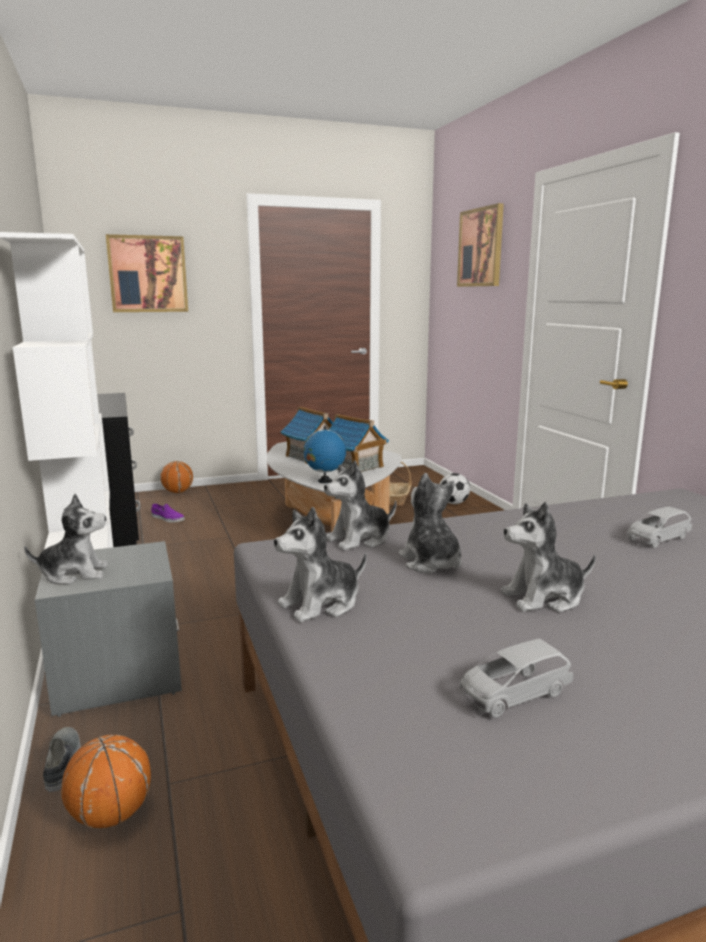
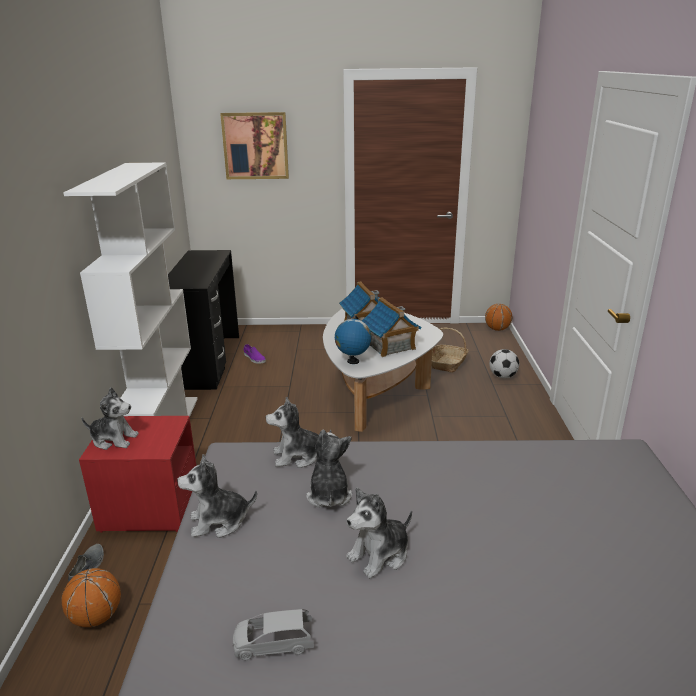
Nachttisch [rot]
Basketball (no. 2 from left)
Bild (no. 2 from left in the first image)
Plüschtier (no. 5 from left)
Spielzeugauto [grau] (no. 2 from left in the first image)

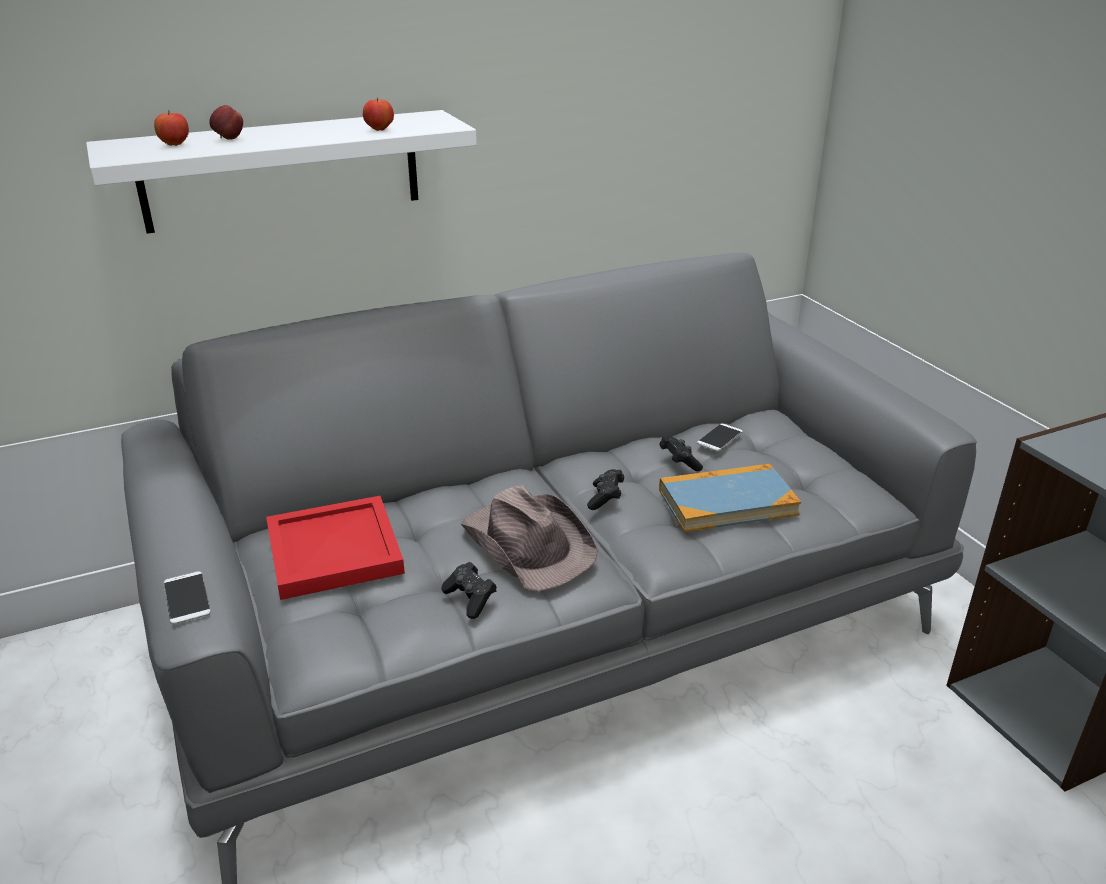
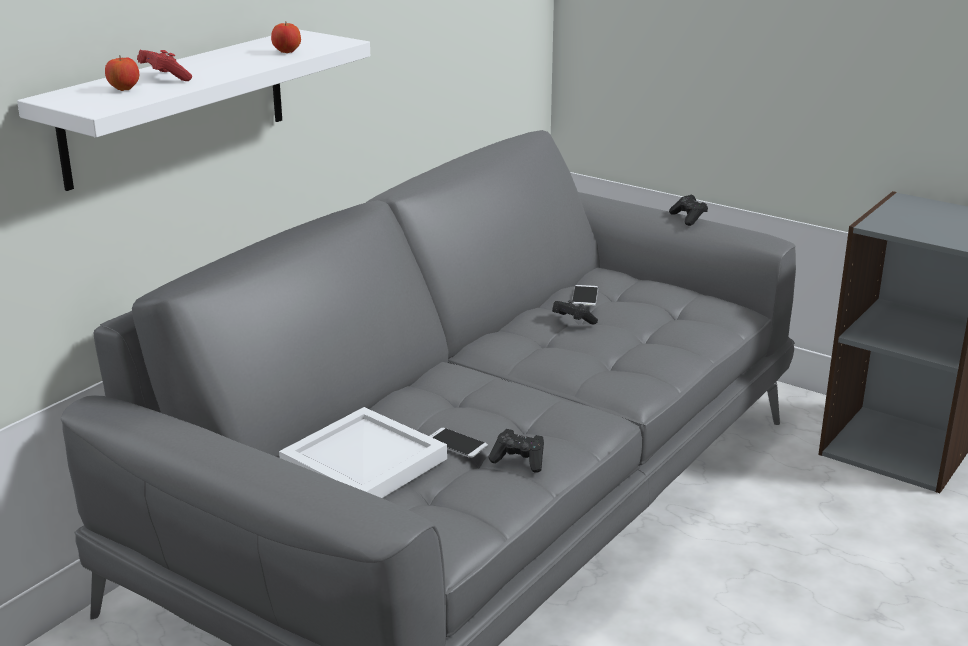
Handy (no. 1 from left)
Gamepad [rot]
Tablett [weiß]
Hut [braun]
Gamepad [schwarz] (no. 3 from left)
Buch

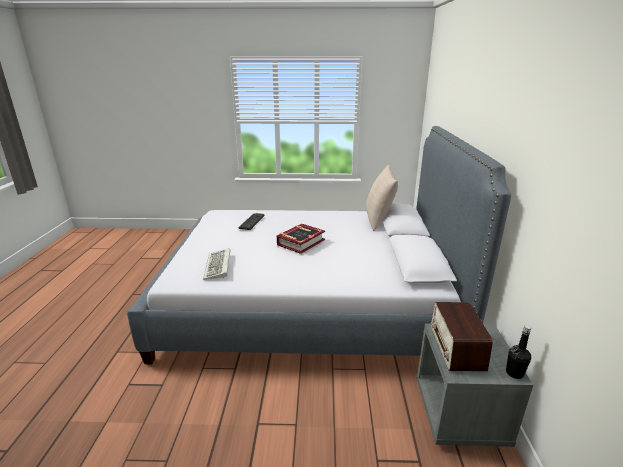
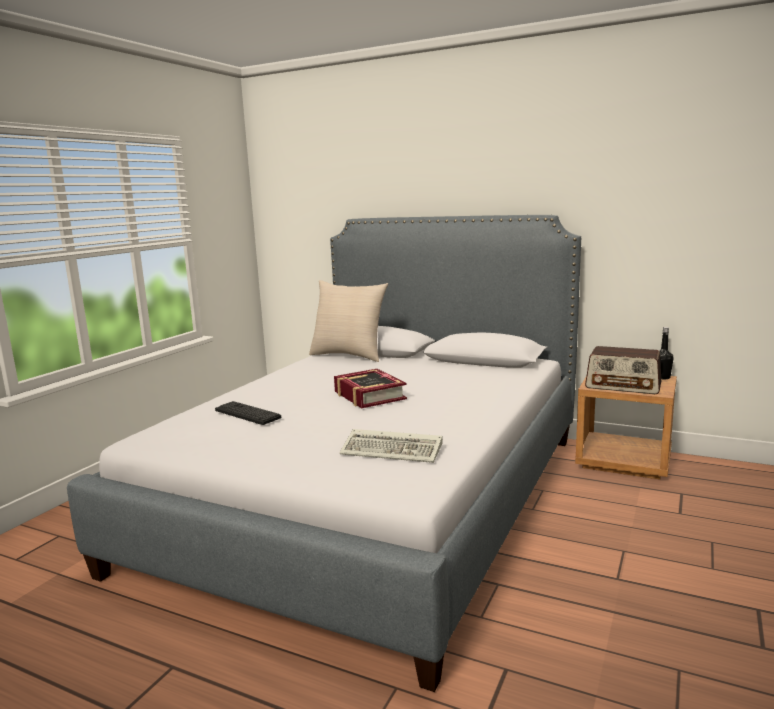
Nachttisch [braun]

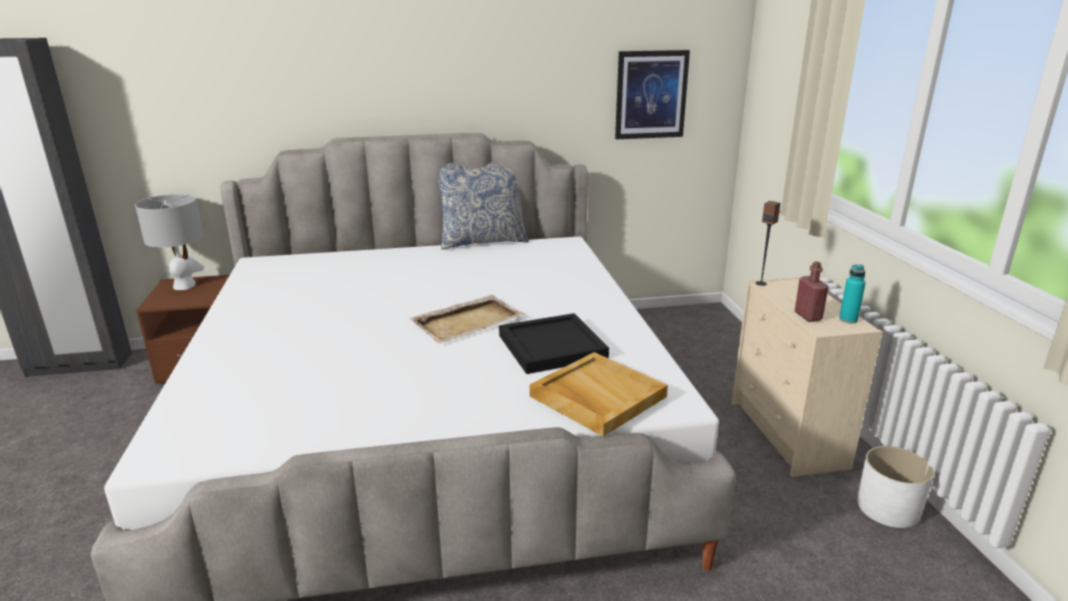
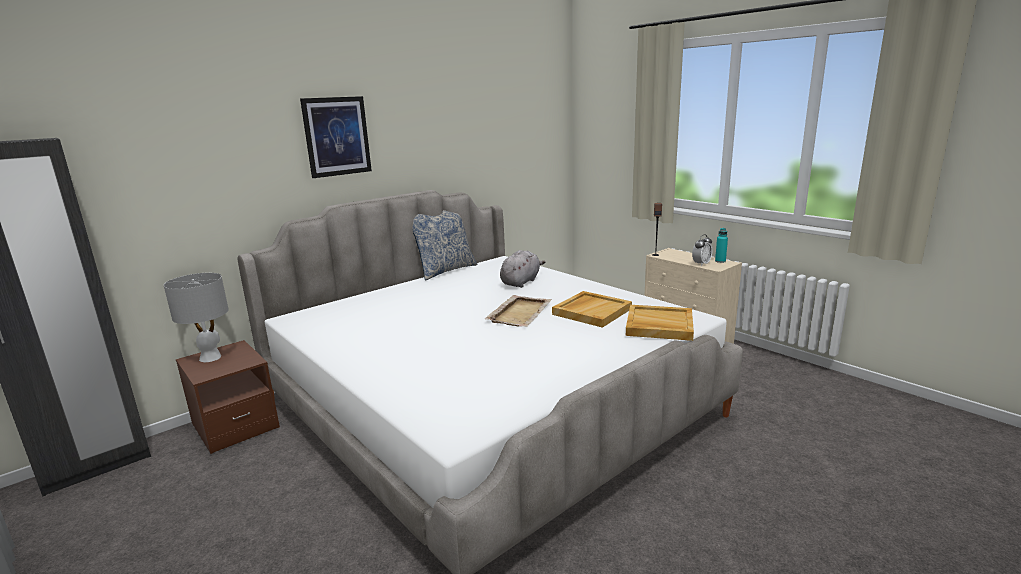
Tablett [beige] (no. 2 from left)
Bild
Wecker
Pflanzkübel [weiß]
Plüschtier [grau]

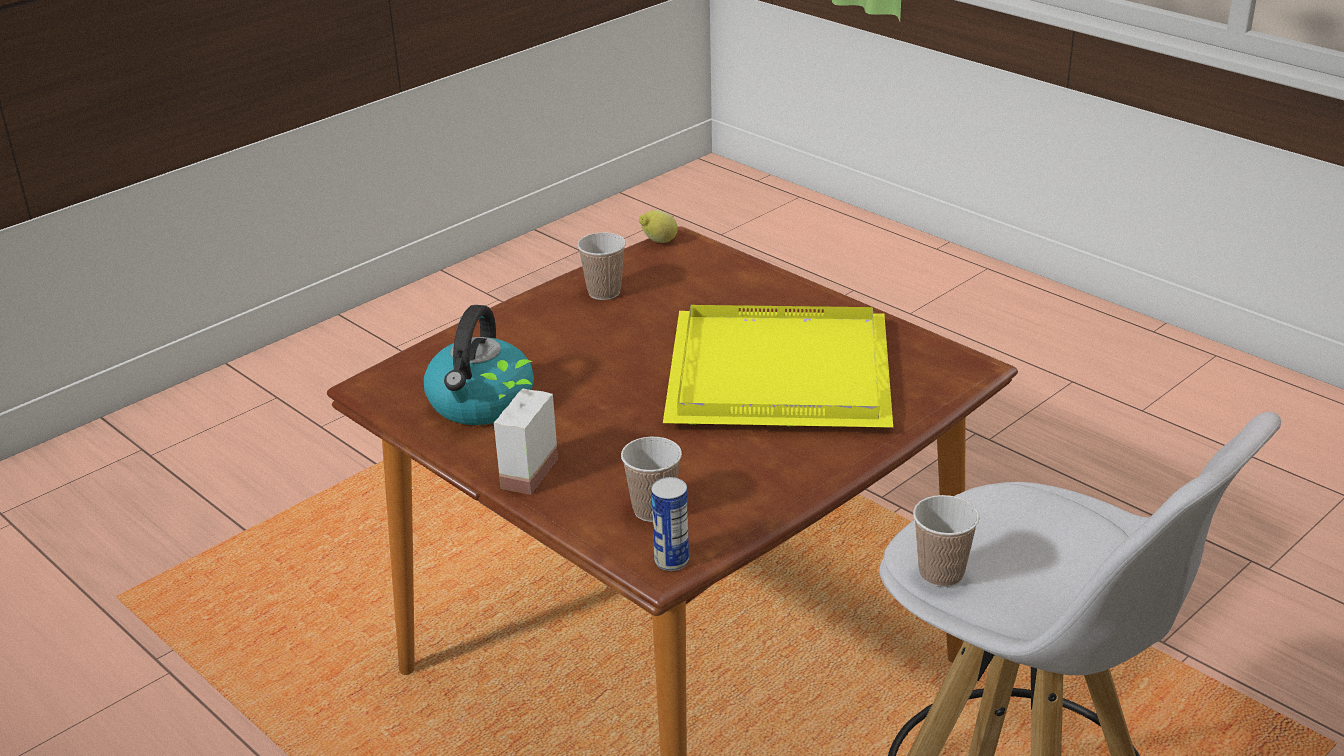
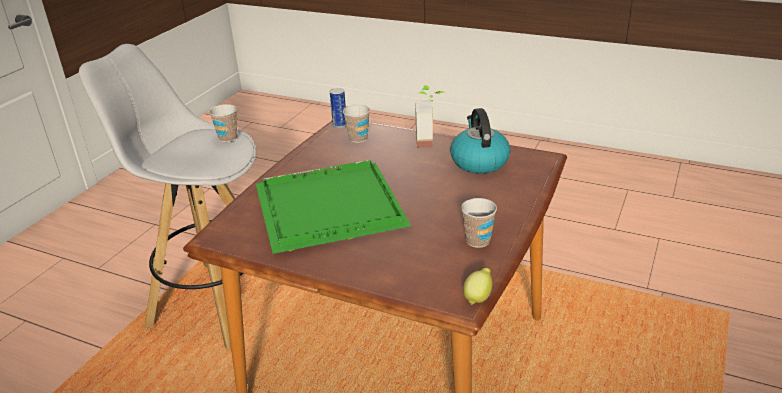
Tablett [grün]

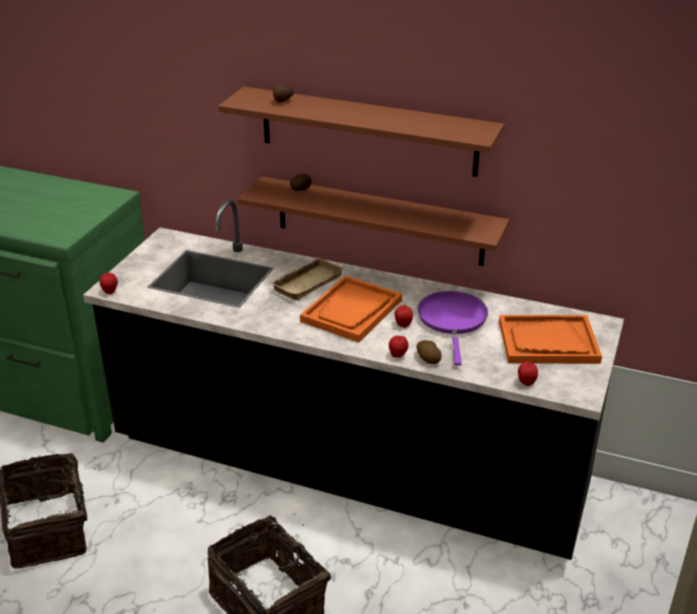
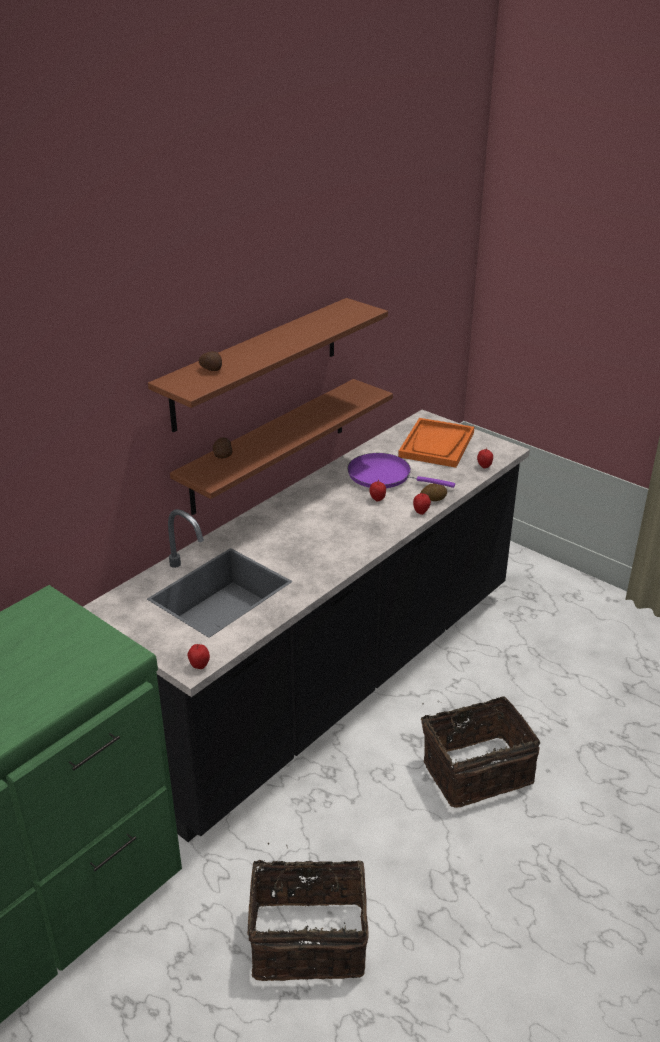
Tablett [beige]
Tablett [orange] (no. 1 from left in the first image)

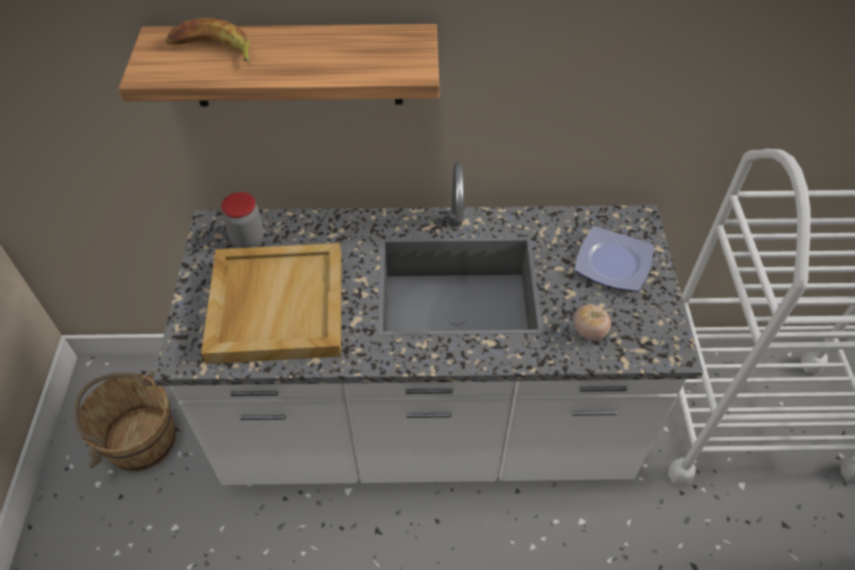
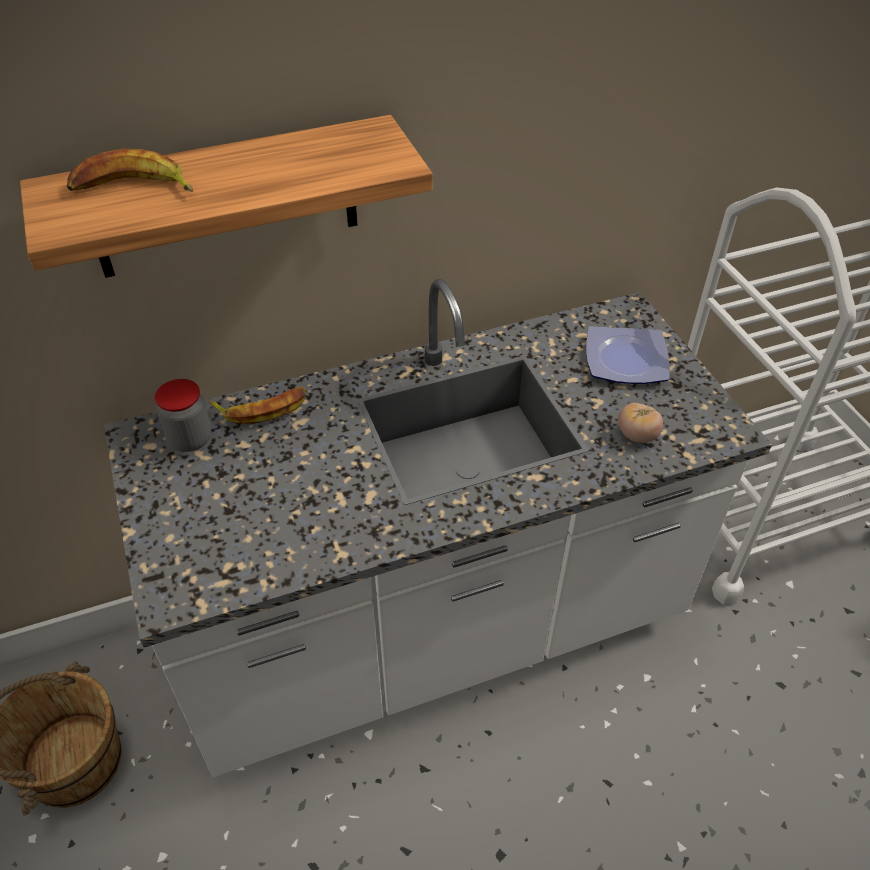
Tablett [beige]
Banane (no. 2 from left)

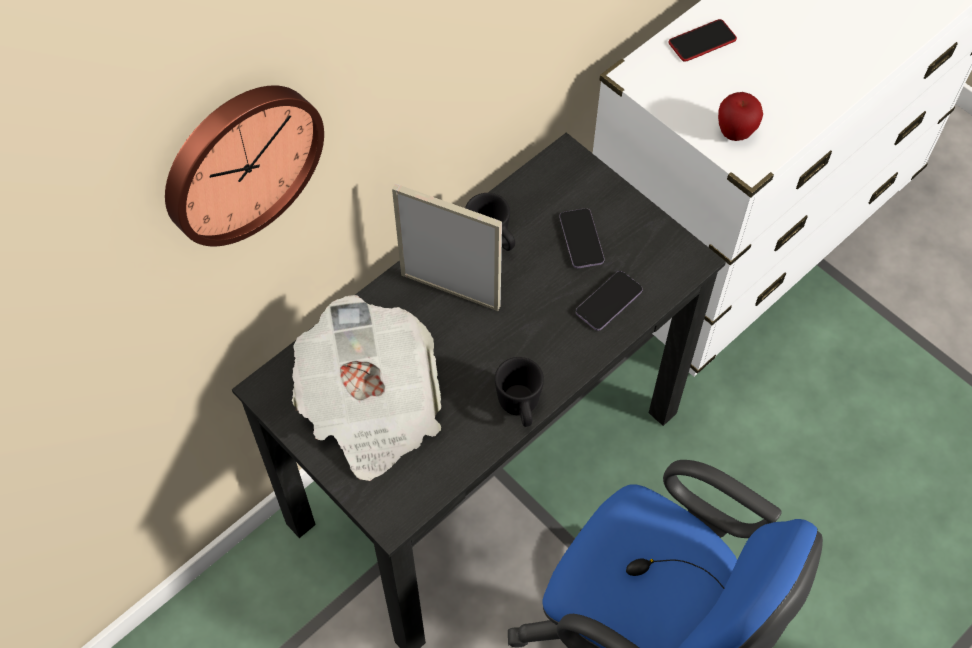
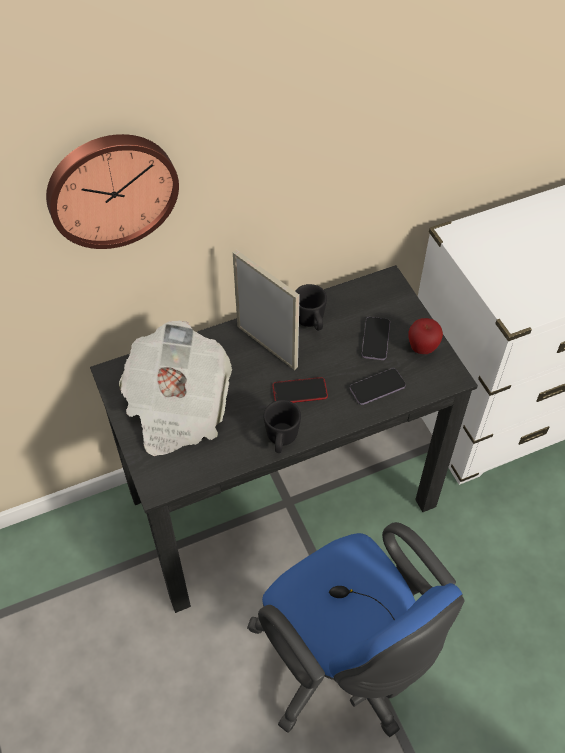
Handy (no. 1 from left)
Apfel

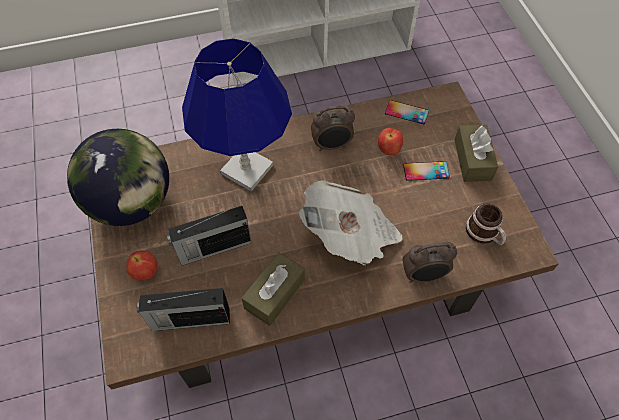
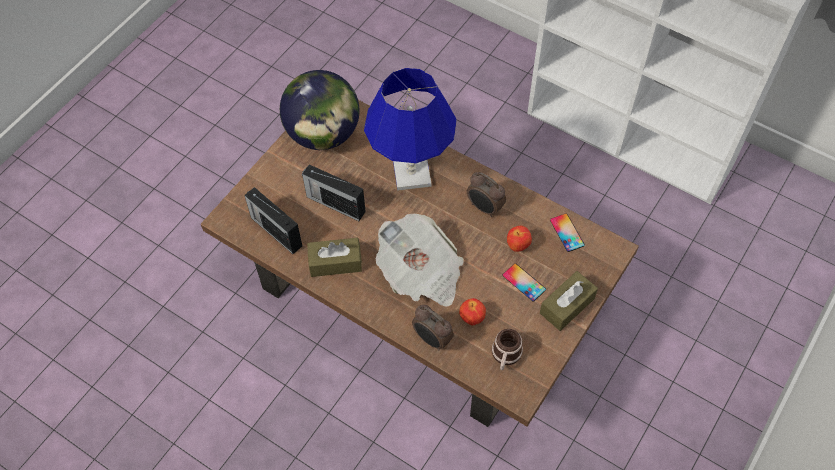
Apfel (no. 1 from left)

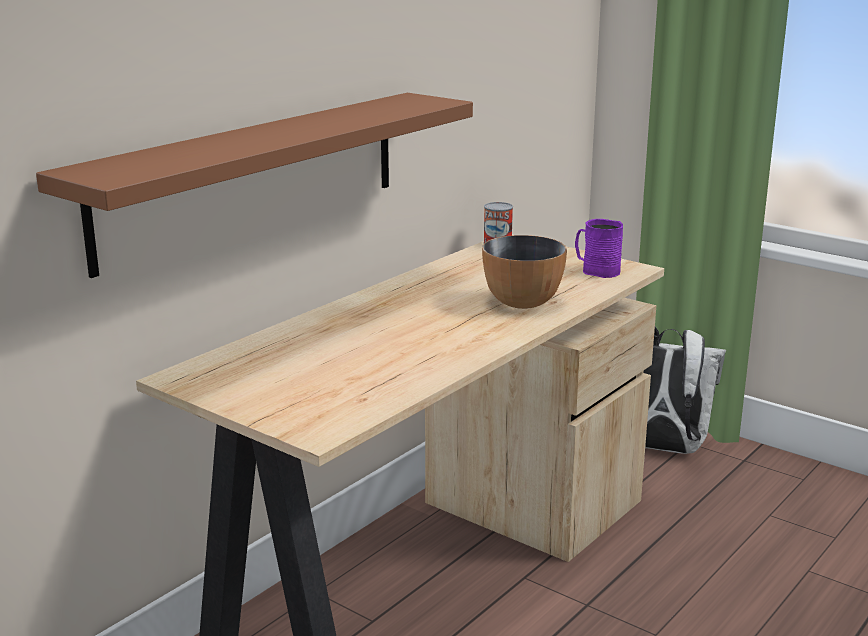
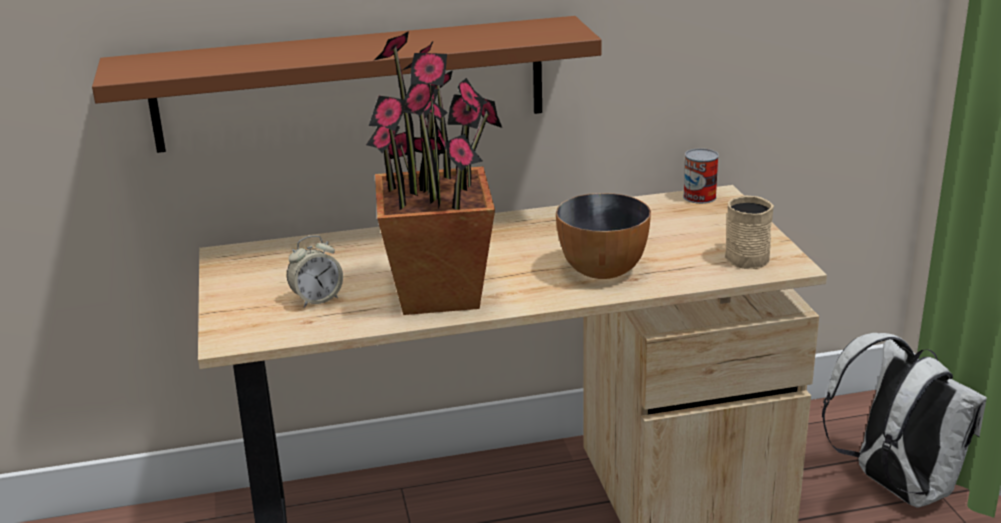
Henkelbecher [beige]
Wecker
Topfpflanze

